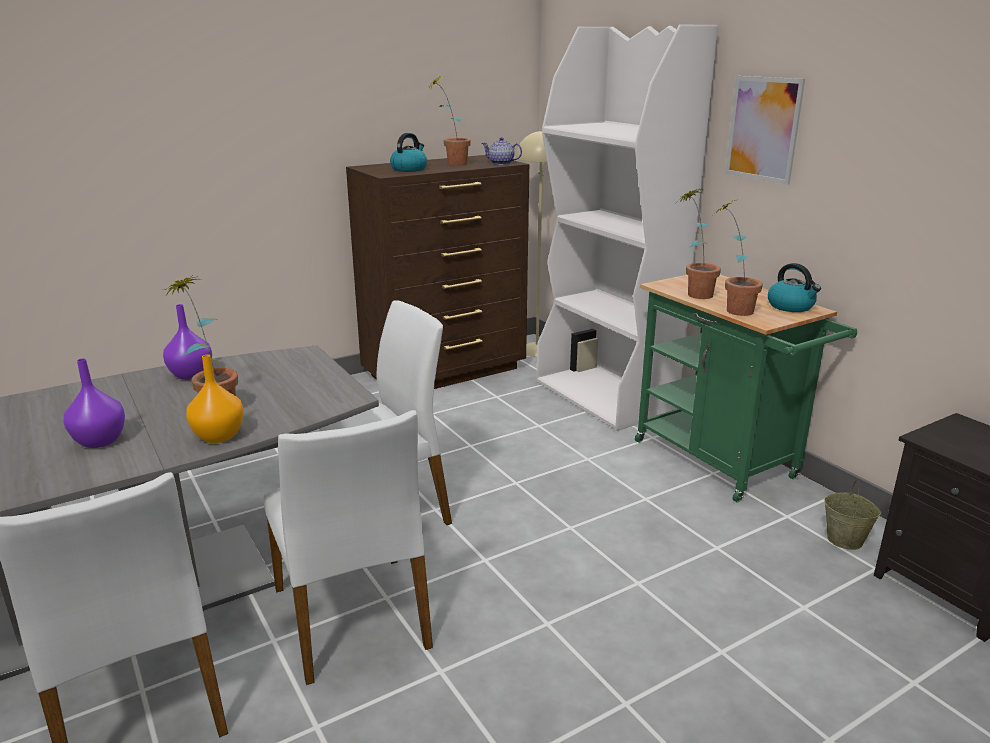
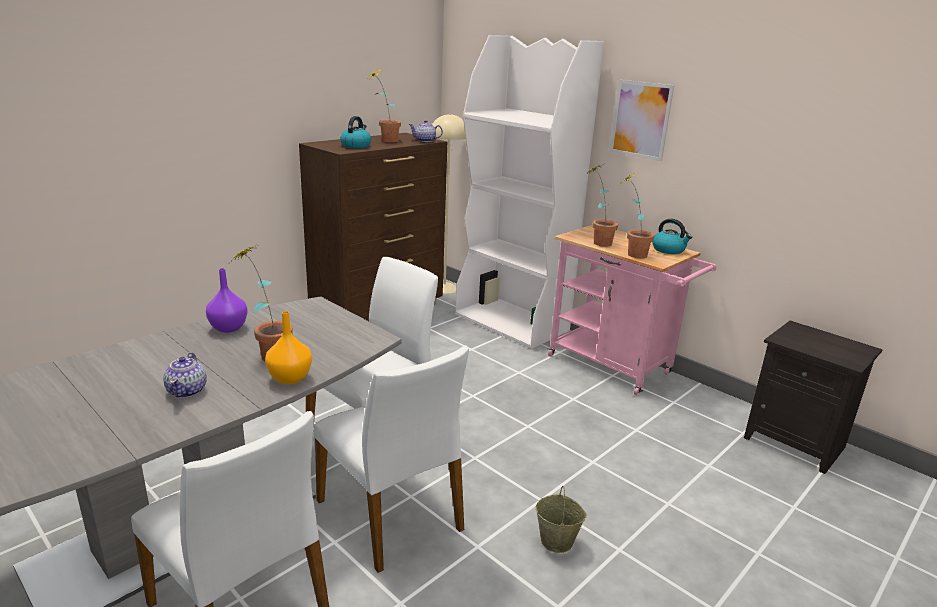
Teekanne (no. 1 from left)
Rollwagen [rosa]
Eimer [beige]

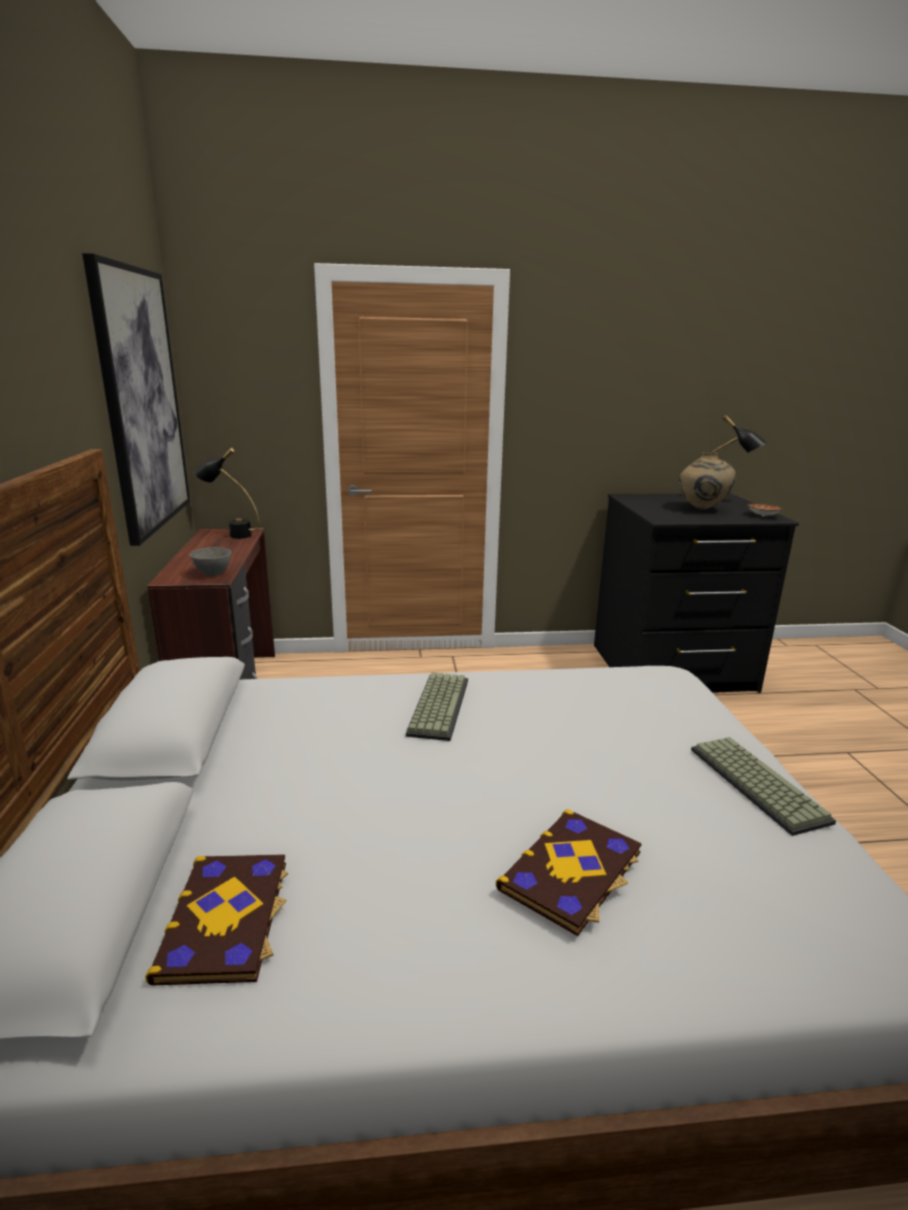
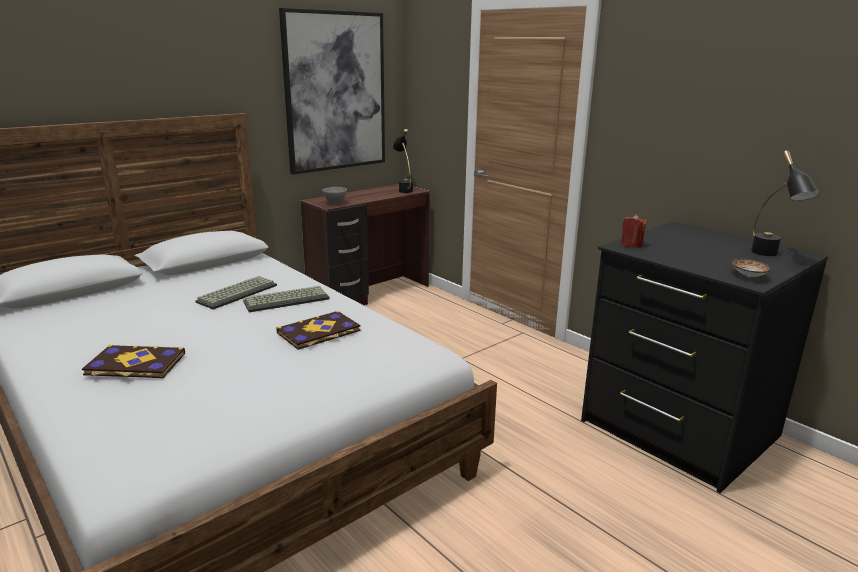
Buch (no. 2 from left)
Vase [beige]
Tastatur (no. 1 from left)
Kerze [rot]

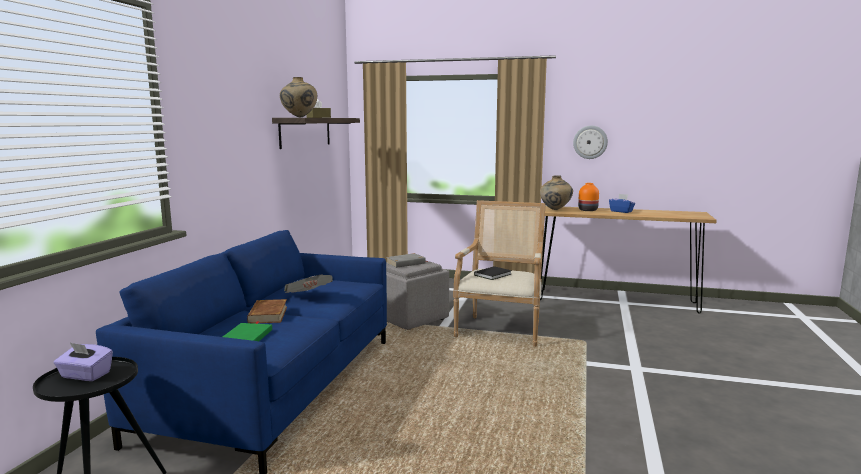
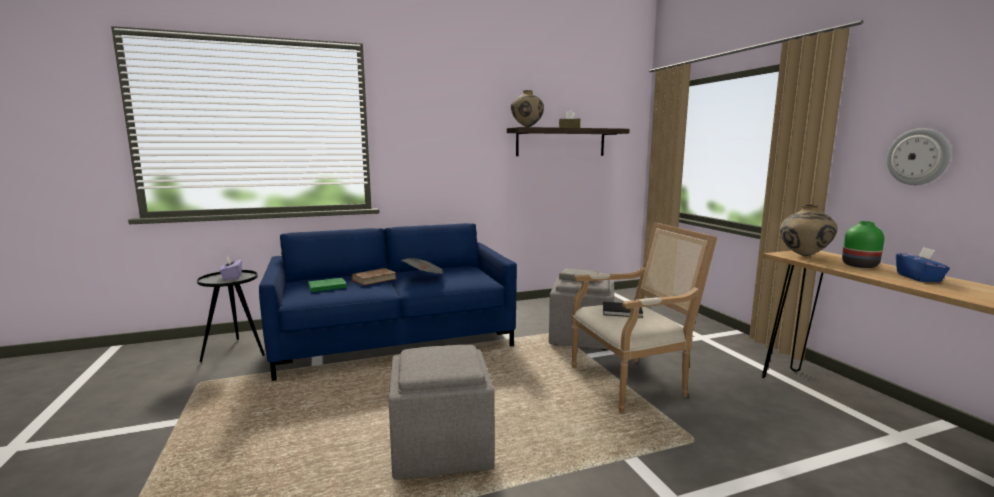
Vase [grün]
Polsterhocker [grau] (no. 1 from left)

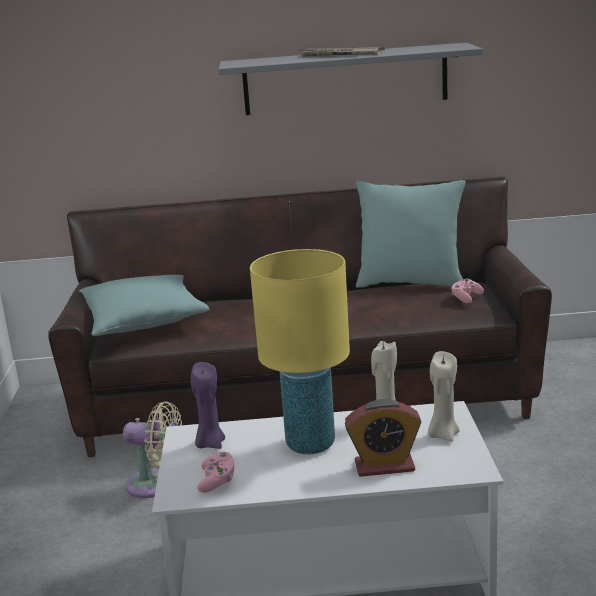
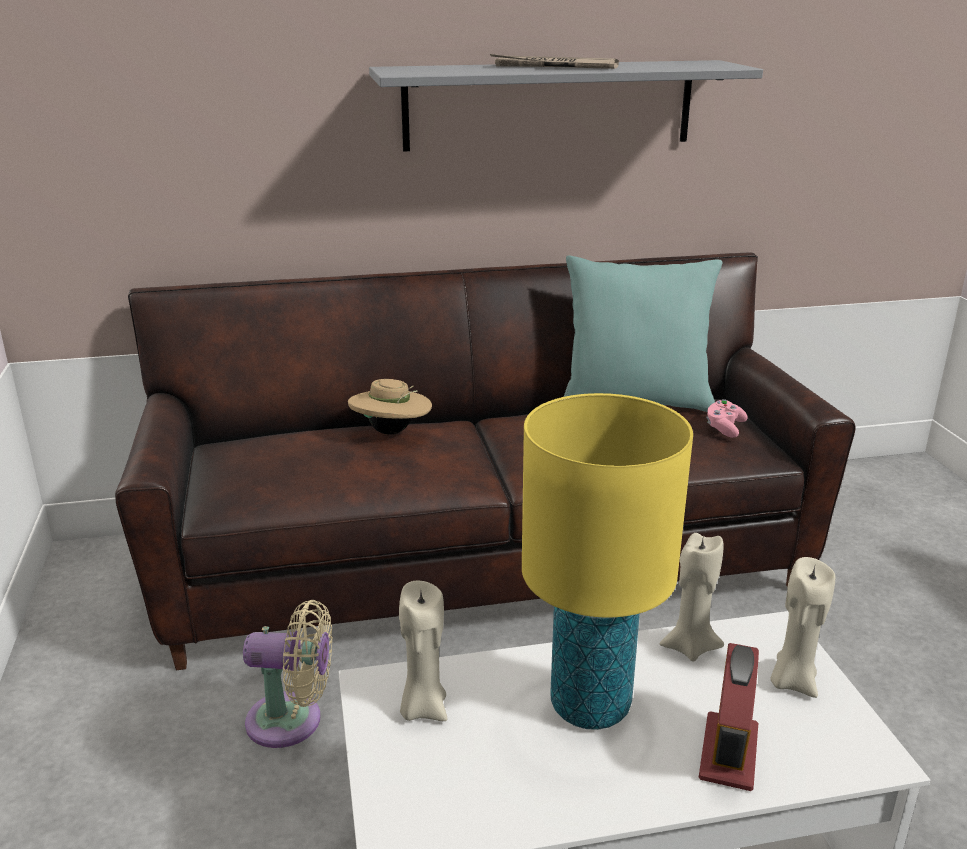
Kissen [türkis] (no. 1 from left in the first image)
Kerze [beige] (no. 1 from left)
Gamepad [rosa] (no. 1 from left in the first image)
Wecker
Hut [beige]

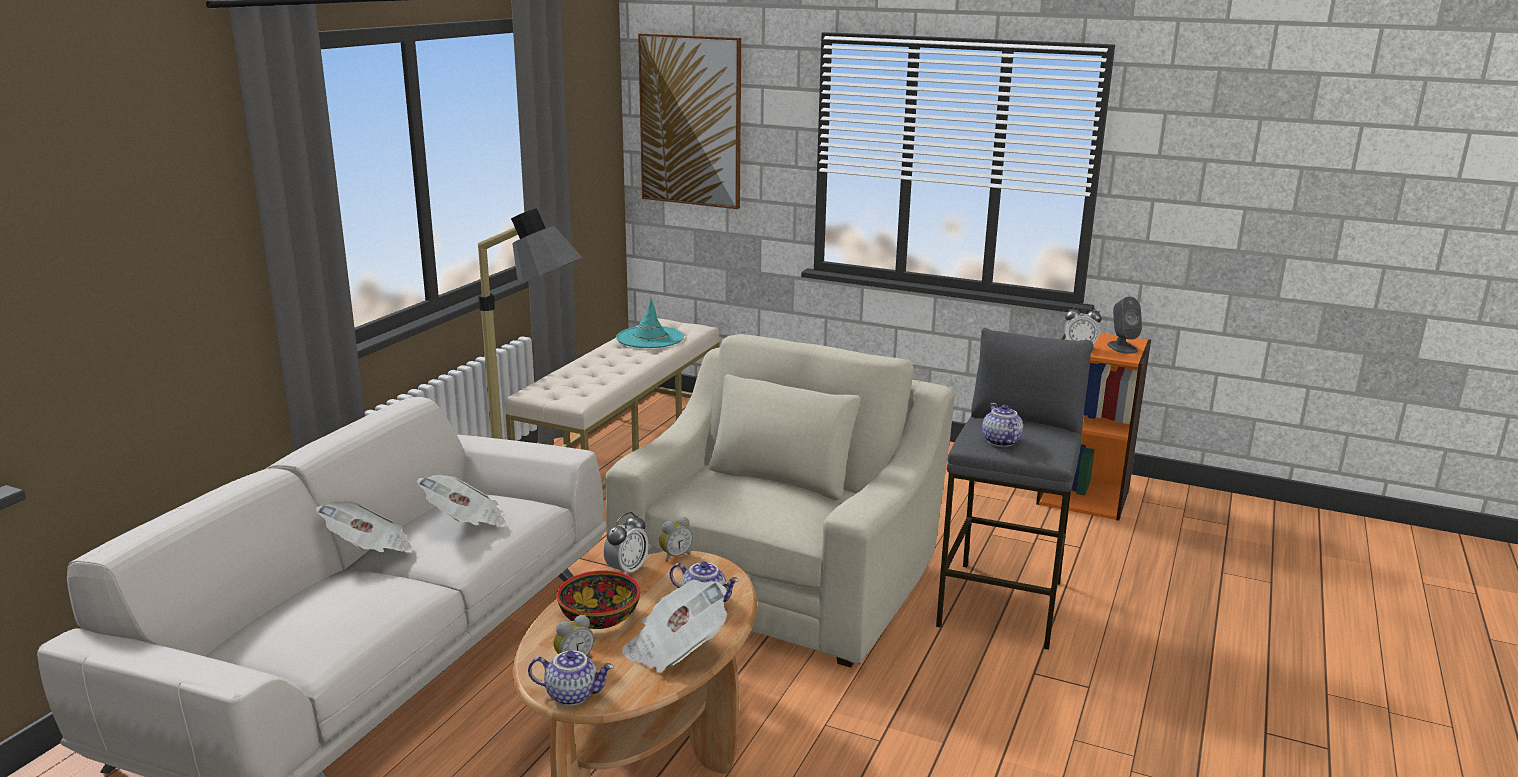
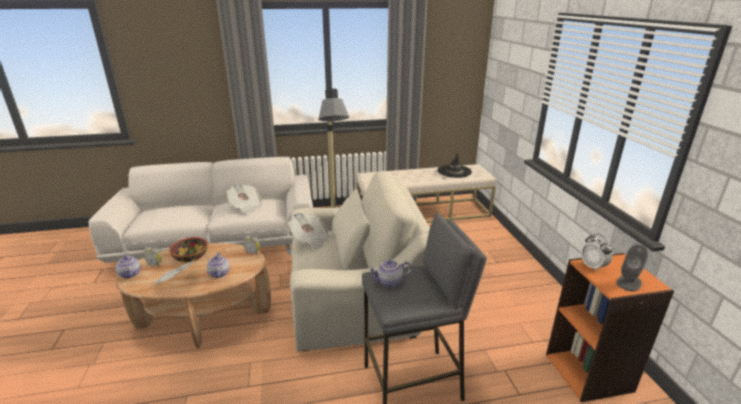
Zeitung (no. 3 from left)
Wecker (no. 2 from left in the first image)
Hut [schwarz]
Bild
Teekanne (no. 3 from left)

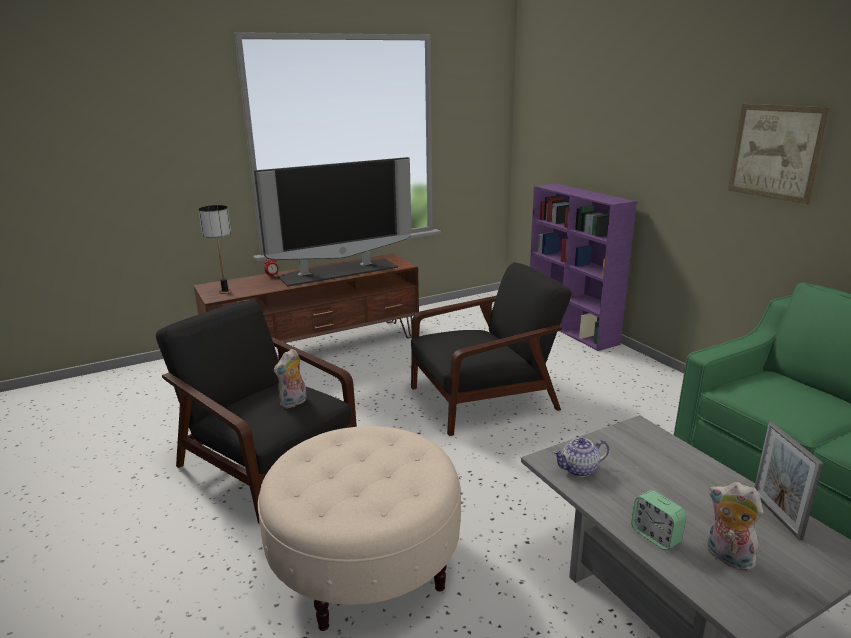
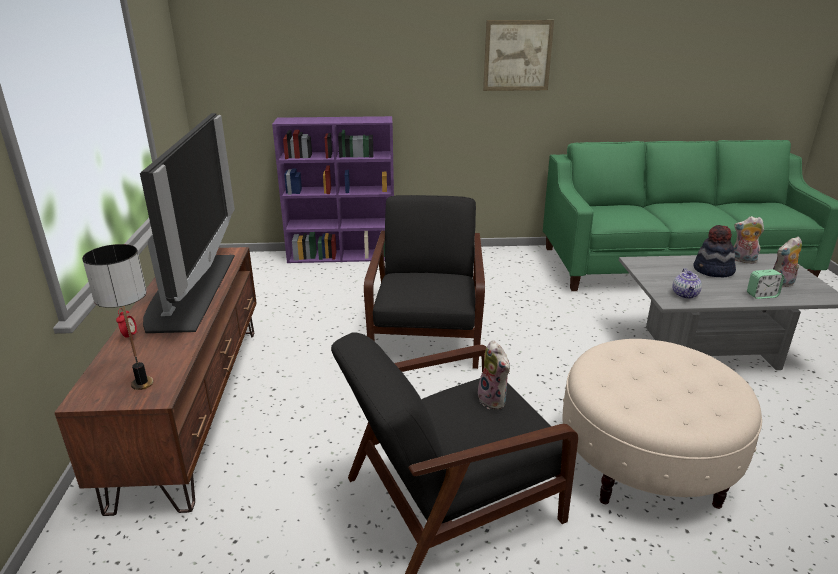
Plüschtier (no. 2 from left)
Hut

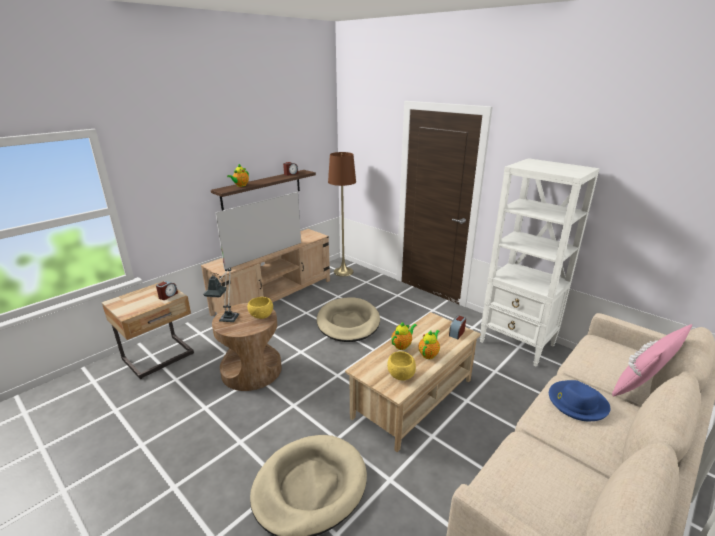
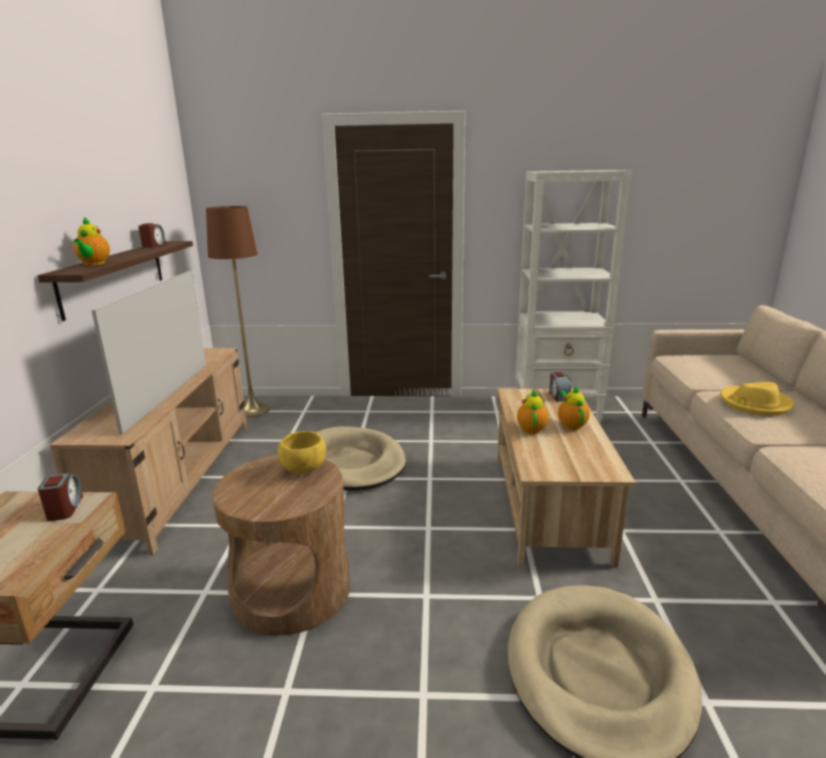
Tischlampe
Schüssel [gelb] (no. 2 from left in the first image)
Hut [gelb]
Kissen [rosa]

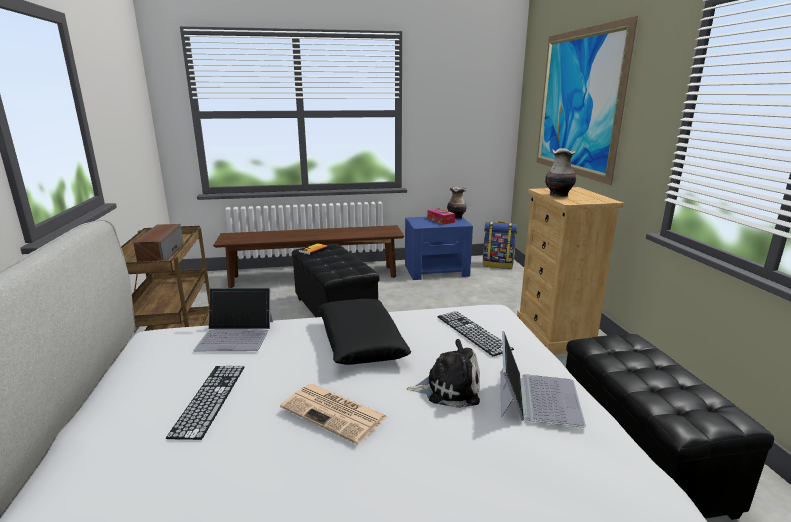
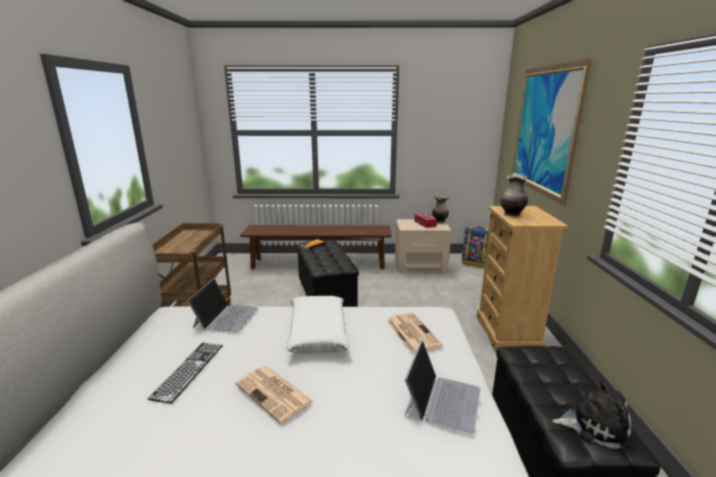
Lautsprecher
Laptop (no. 1 from left)
Kissen [weiß]
Nachttisch [beige]
Plüschtier
Zeitung (no. 2 from left)

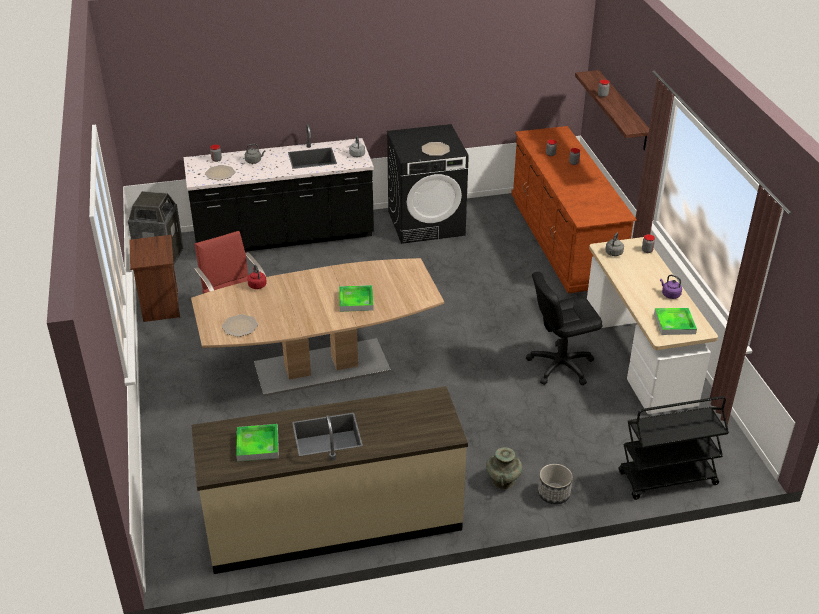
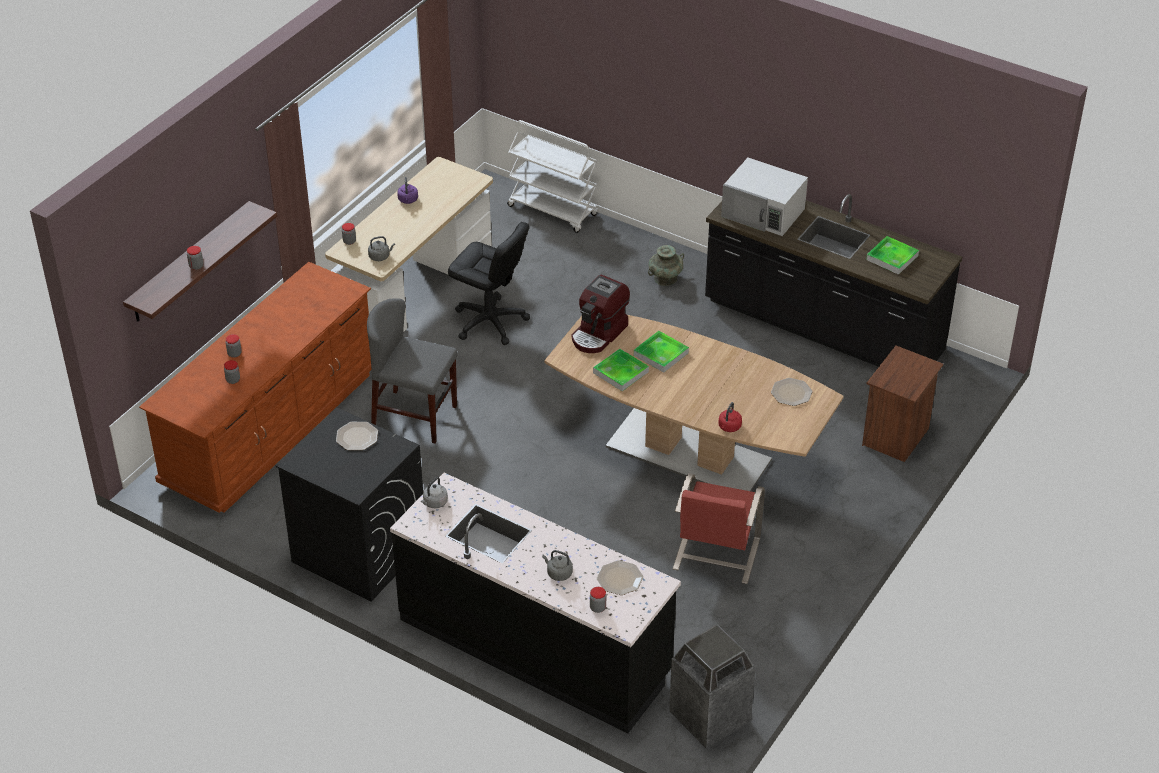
Nachttisch [braun]
Küchenzeile [schwarz] (no. 2 from left)
Pflanzkübel
Rollwagen [weiß]
Tablett (no. 1 from left)
Stuhl [grau]
Kaffeemaschine
Mikrowelle [weiß]

